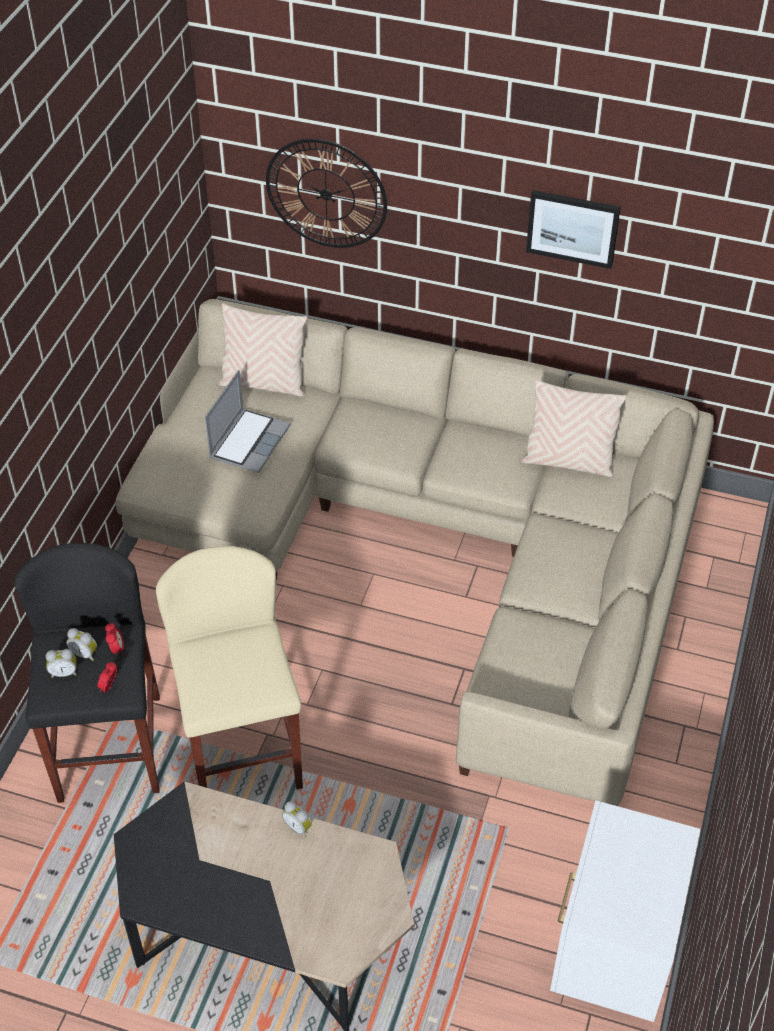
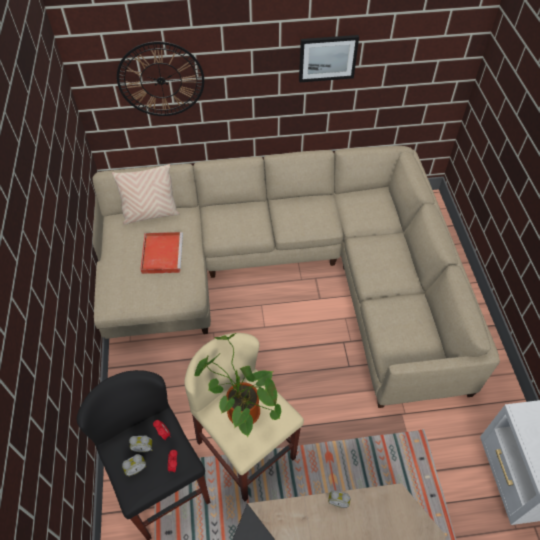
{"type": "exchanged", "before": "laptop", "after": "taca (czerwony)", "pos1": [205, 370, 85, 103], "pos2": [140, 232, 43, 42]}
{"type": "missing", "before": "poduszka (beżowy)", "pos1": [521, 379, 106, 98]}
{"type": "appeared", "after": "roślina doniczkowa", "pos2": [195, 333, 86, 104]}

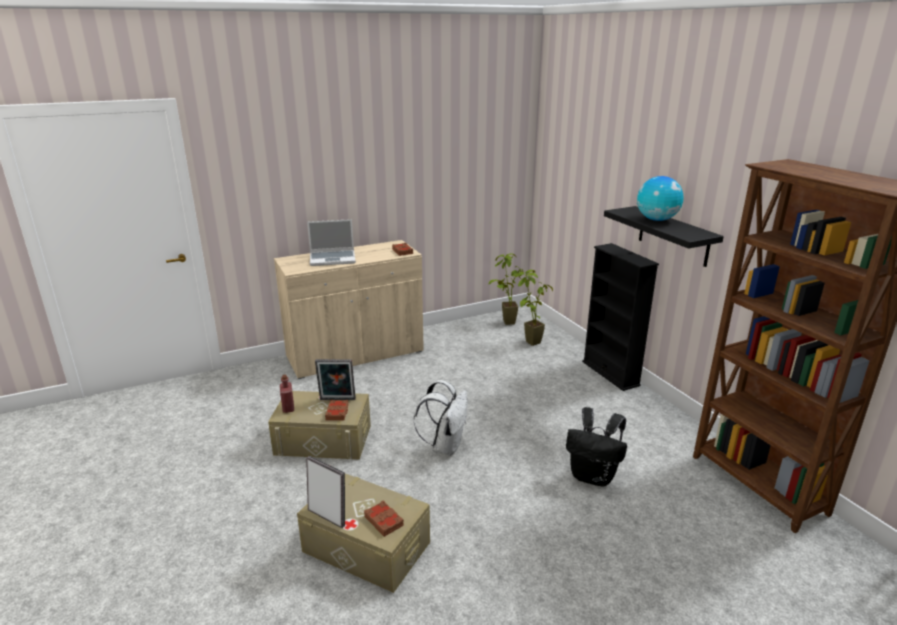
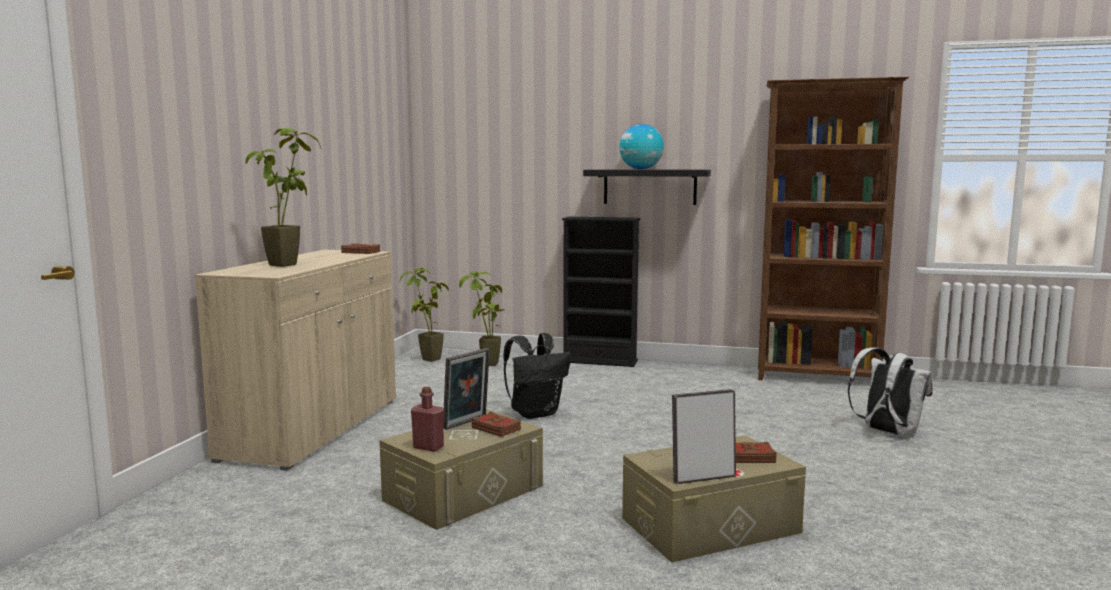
{"type": "exchanged", "before": "laptop", "after": "roślina doniczkowa", "pos1": [307, 219, 49, 47], "pos2": [246, 128, 76, 139]}
{"type": "relocated", "before": "plecak (biały)", "pos1": [414, 380, 54, 76], "pos2": [848, 348, 85, 87]}
{"type": "relocated", "before": "plecak (czarny)", "pos1": [566, 407, 61, 80], "pos2": [503, 333, 68, 86]}

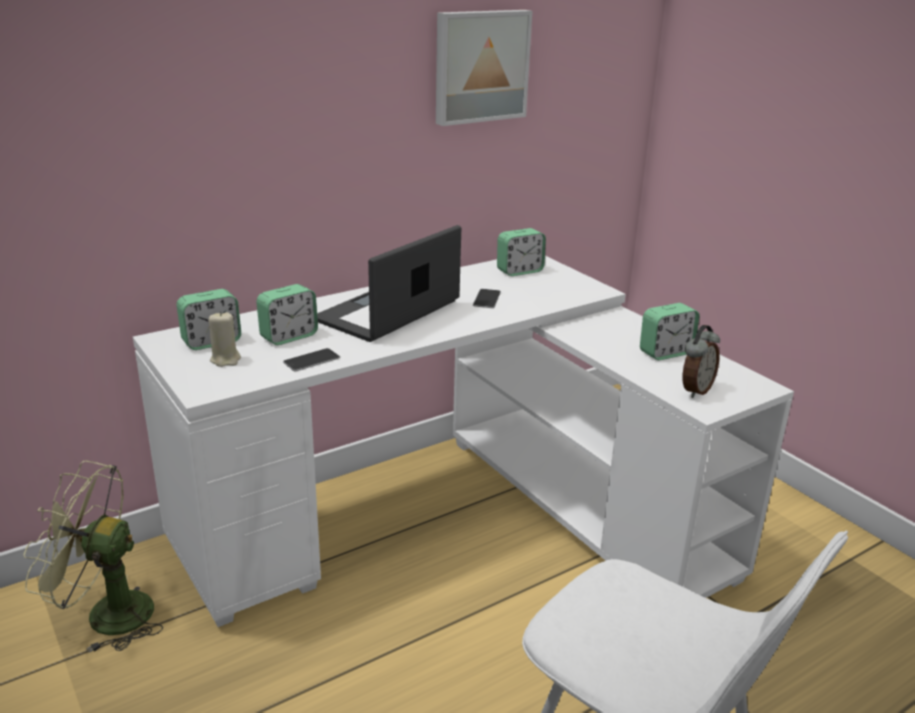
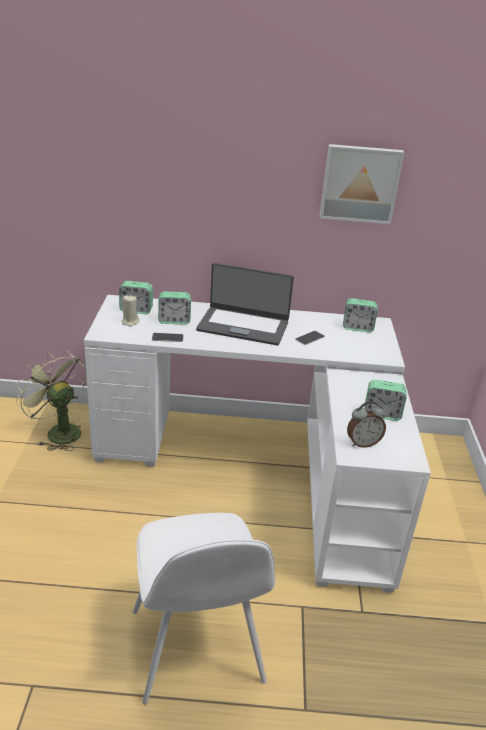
{"type": "spun", "before": "laptop", "pos1": [317, 225, 144, 117], "pos2": [196, 263, 98, 82], "turn": -150}

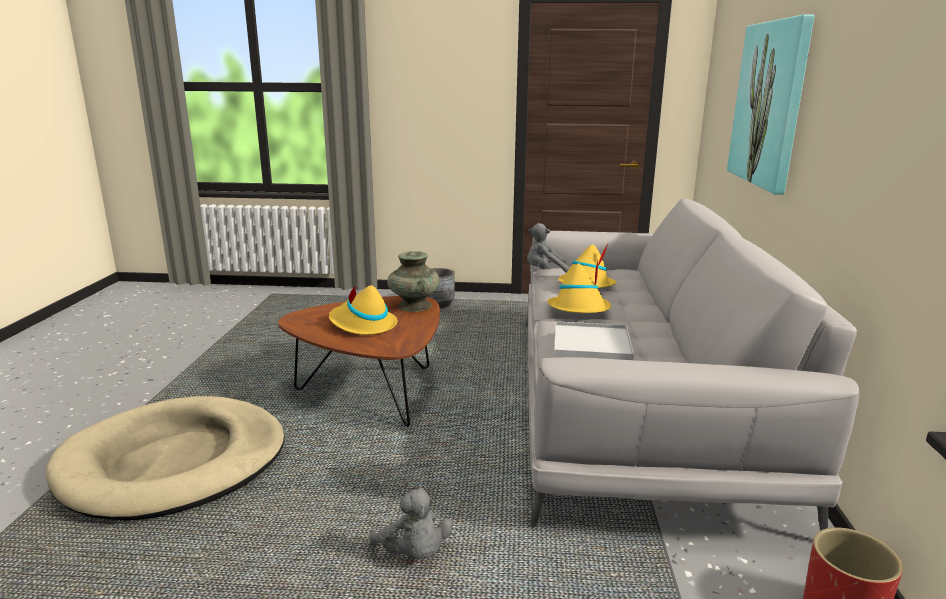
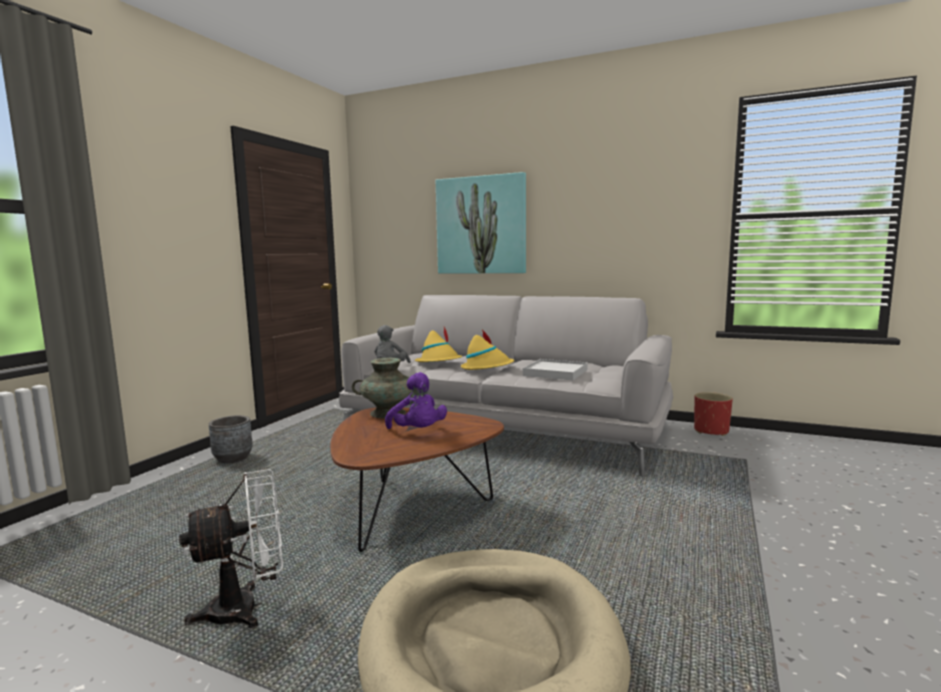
{"type": "exchanged", "before": "kapelusz (żółty)", "after": "pluszak (fioletowy)", "pos1": [329, 285, 68, 50], "pos2": [385, 372, 62, 57]}
{"type": "missing", "before": "pluszak (szary)", "pos1": [369, 488, 84, 72]}
{"type": "appeared", "after": "wentylator (biały)", "pos2": [179, 469, 104, 160]}

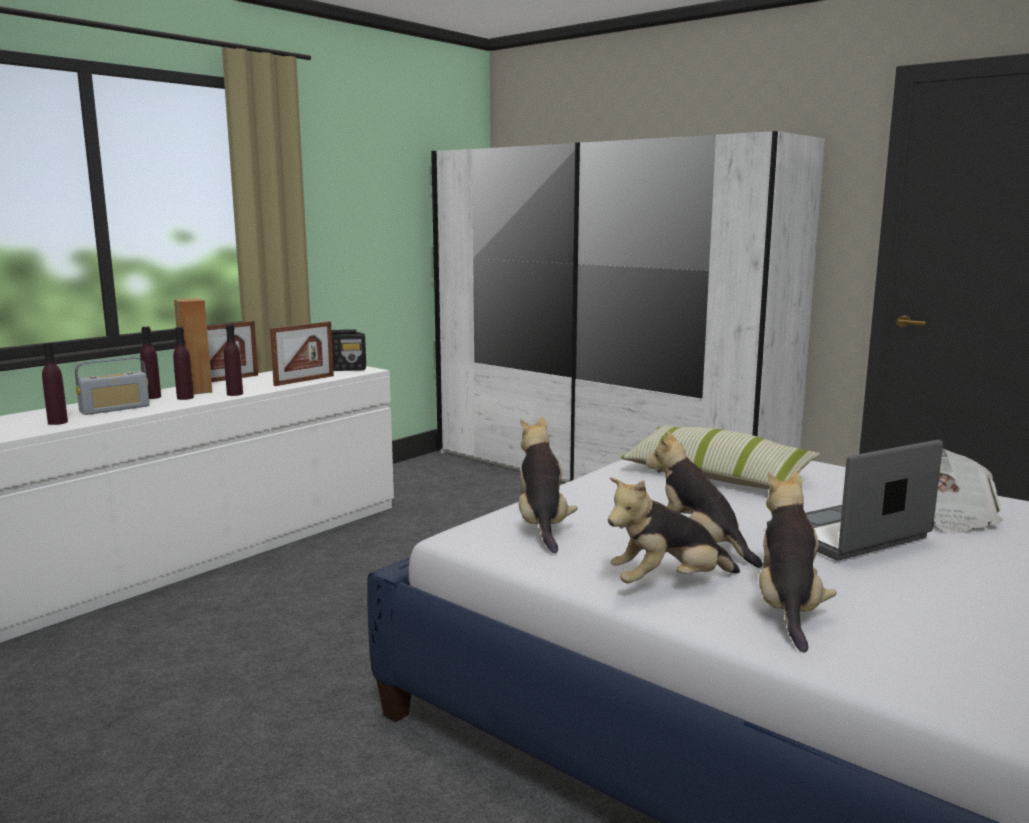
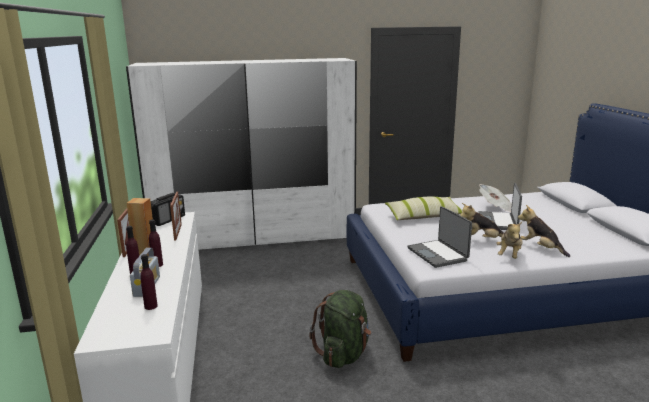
{"type": "missing", "before": "butelka (fioletowy)", "pos1": [224, 325, 19, 71]}
{"type": "exchanged", "before": "pluszak", "after": "laptop", "pos1": [518, 417, 60, 136], "pos2": [407, 206, 65, 62]}
{"type": "appeared", "after": "plecak (zielony)", "pos2": [309, 290, 62, 78]}

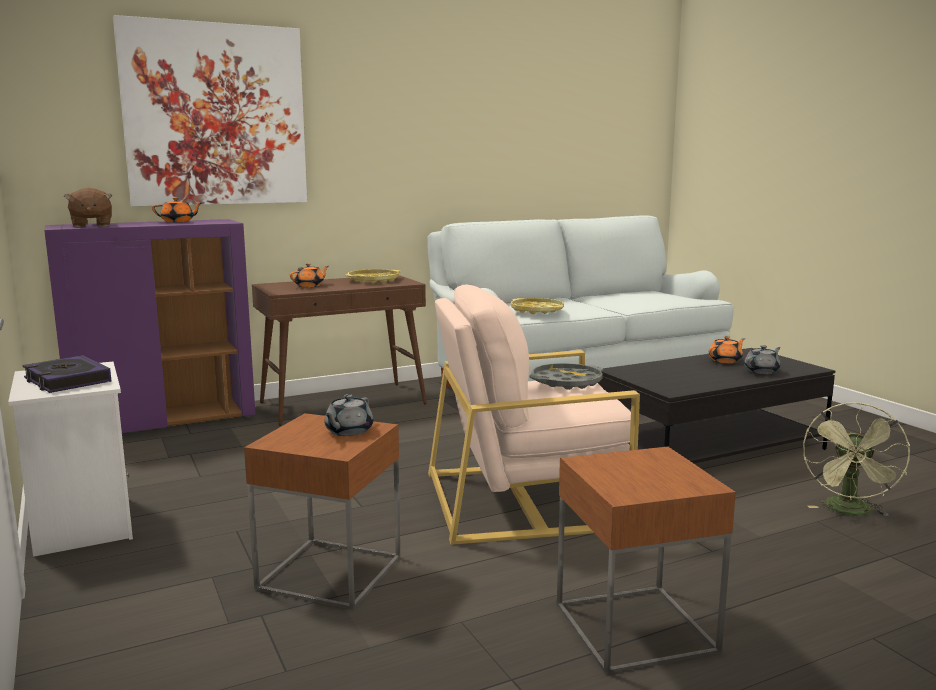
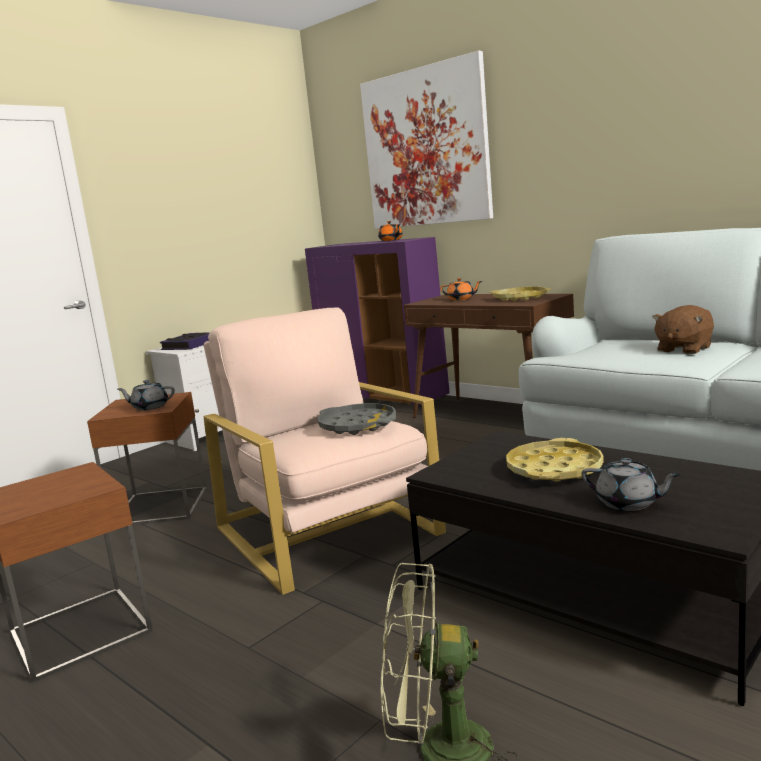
{"type": "relocated", "before": "pluszak (brązowy)", "pos1": [64, 188, 48, 39], "pos2": [652, 305, 62, 50]}
{"type": "relocated", "before": "taca (żółty)", "pos1": [511, 298, 53, 16], "pos2": [506, 438, 98, 44]}
{"type": "missing", "before": "imbryk (pomarańczowy)", "pos1": [709, 336, 36, 27]}

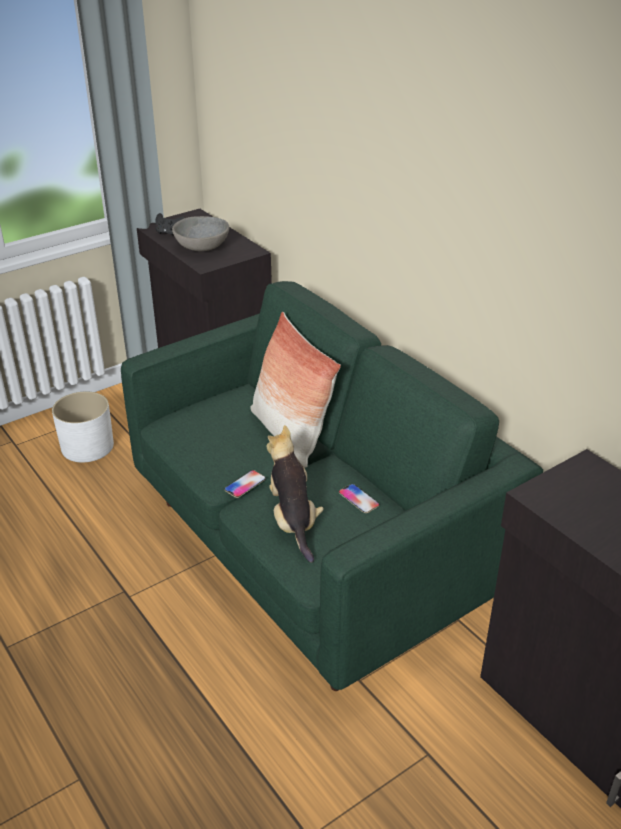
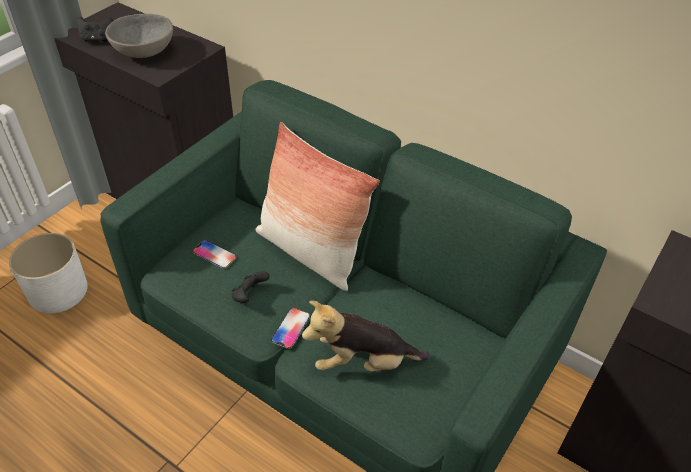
{"type": "spun", "before": "pluszak", "pos1": [266, 425, 58, 138], "pos2": [302, 301, 128, 71], "turn": -60}
{"type": "relocated", "before": "telefon", "pos1": [339, 484, 41, 29], "pos2": [193, 240, 43, 29]}
{"type": "appeared", "after": "pad do gier (czarny)", "pos2": [232, 271, 38, 32]}

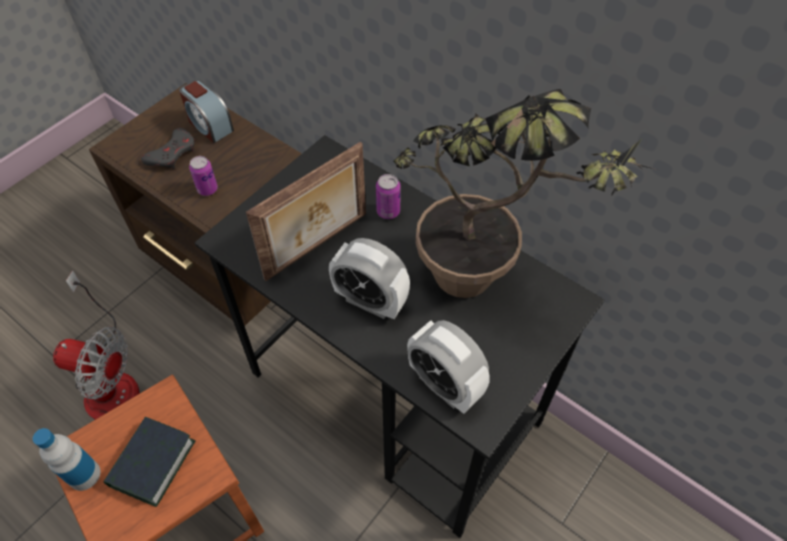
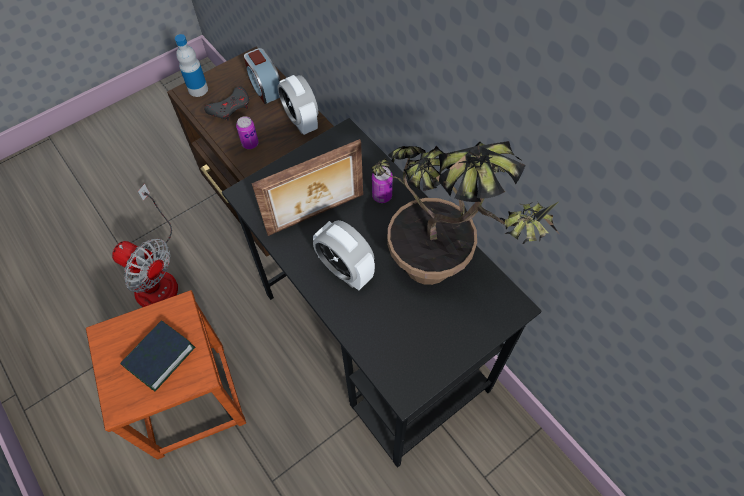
{"type": "relocated", "before": "butelka", "pos1": [33, 428, 68, 63], "pos2": [175, 34, 33, 63]}
{"type": "relocated", "before": "budzik", "pos1": [407, 320, 83, 94], "pos2": [278, 75, 40, 60]}

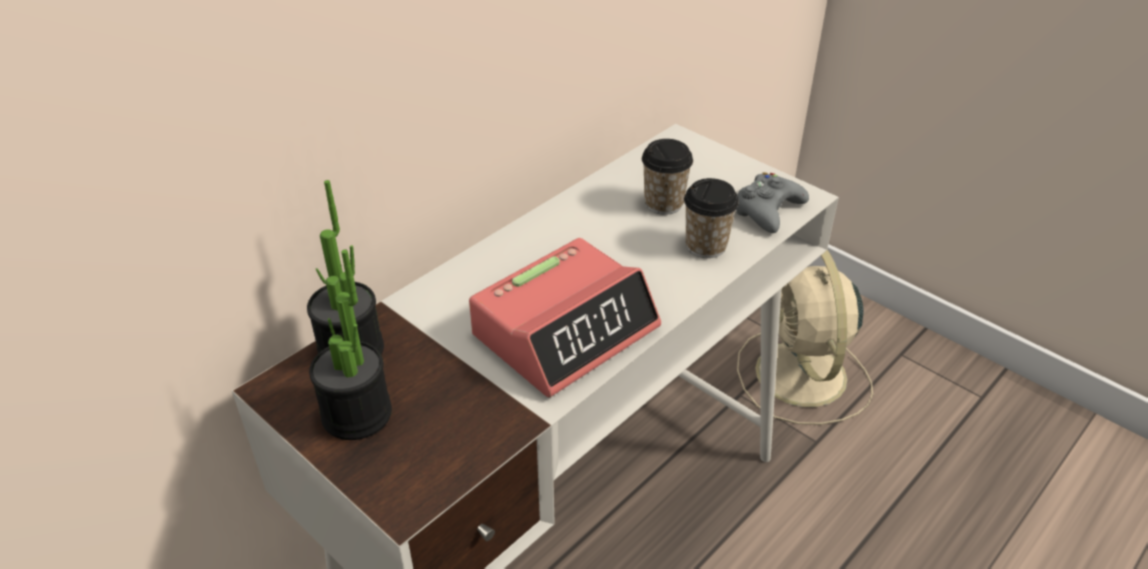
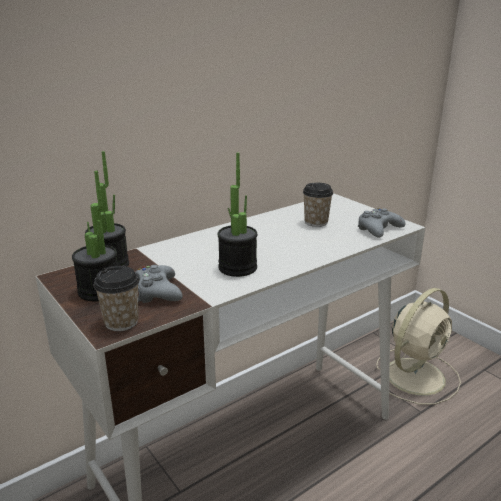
{"type": "exchanged", "before": "budzik", "after": "roślina doniczkowa", "pos1": [469, 238, 192, 159], "pos2": [218, 153, 39, 124]}
{"type": "relocated", "before": "filiżanka", "pos1": [684, 178, 55, 80], "pos2": [94, 266, 45, 65]}
{"type": "spun", "before": "wentylator (beżowy)", "pos1": [737, 250, 136, 175], "pos2": [376, 288, 85, 117], "turn": -135}
{"type": "appeared", "after": "pad do gier (szary)", "pos2": [135, 265, 48, 38]}

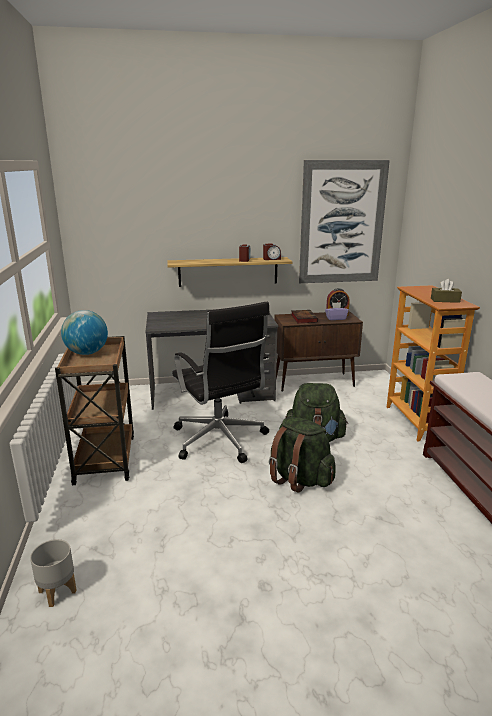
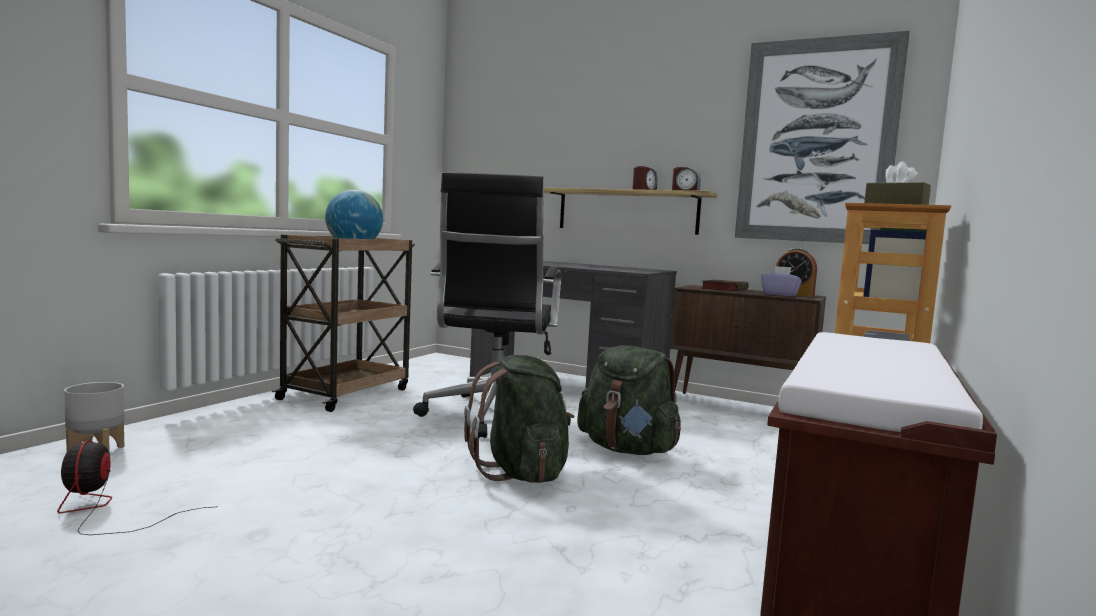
{"type": "appeared", "after": "wentylator", "pos2": [57, 440, 161, 95]}

